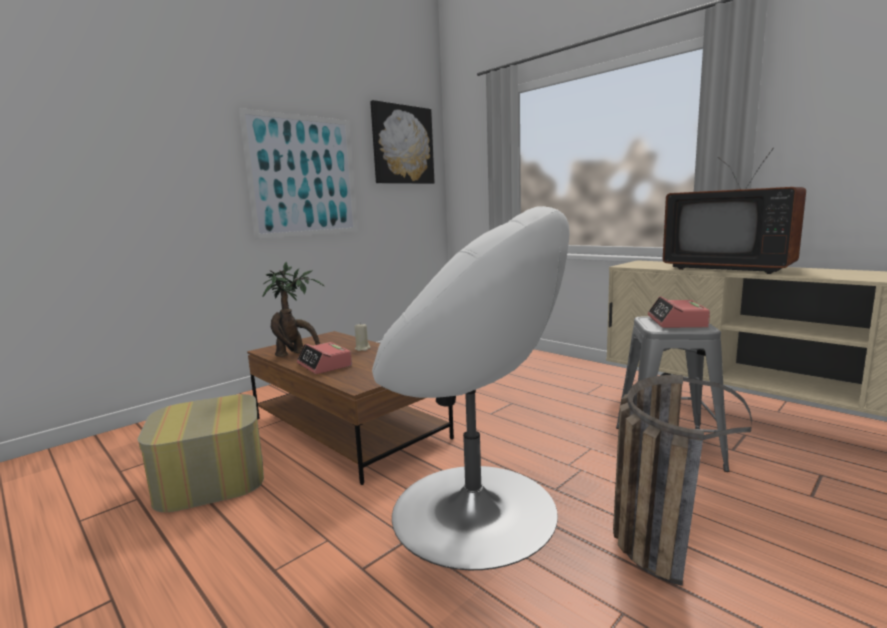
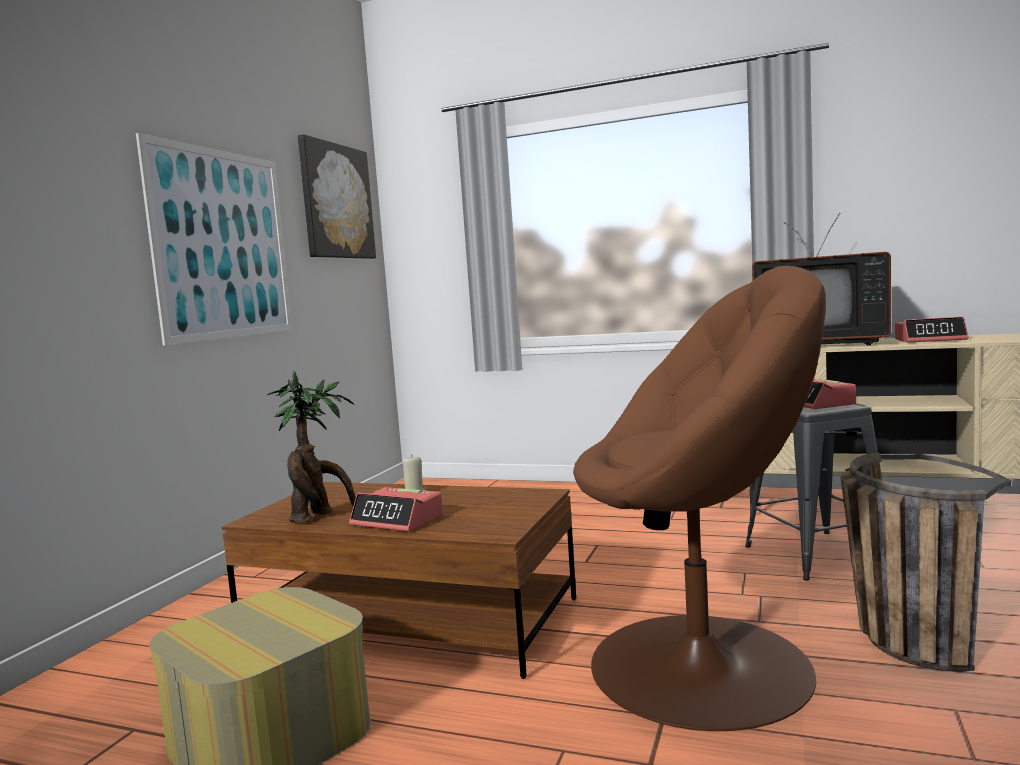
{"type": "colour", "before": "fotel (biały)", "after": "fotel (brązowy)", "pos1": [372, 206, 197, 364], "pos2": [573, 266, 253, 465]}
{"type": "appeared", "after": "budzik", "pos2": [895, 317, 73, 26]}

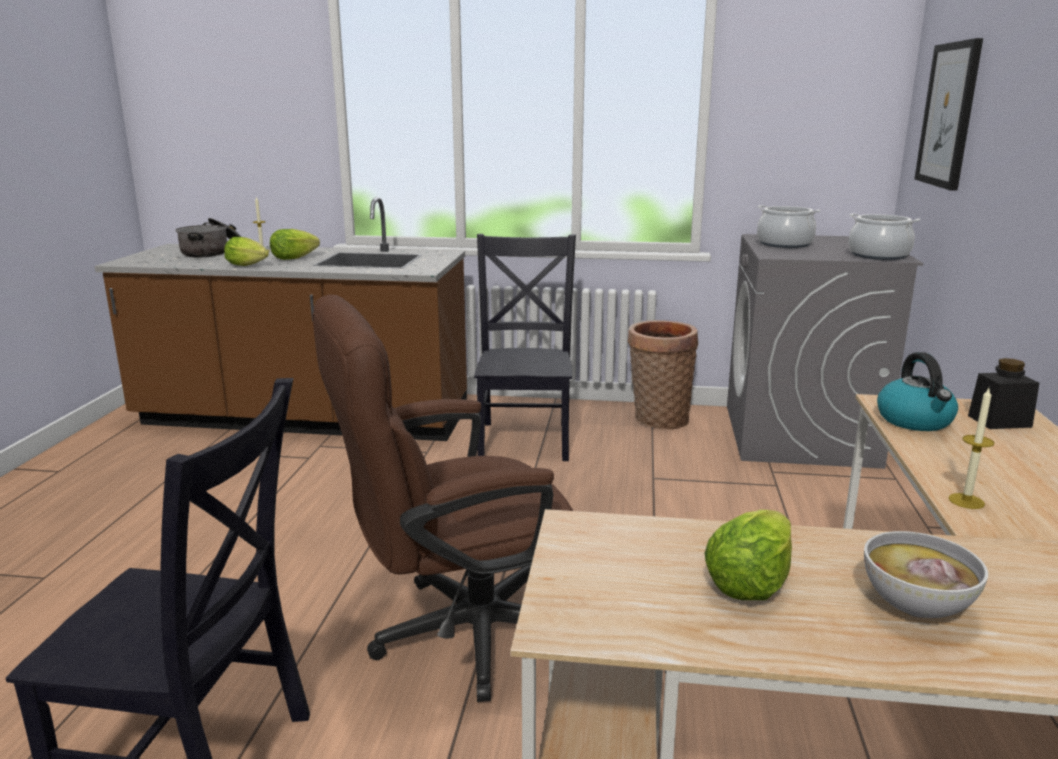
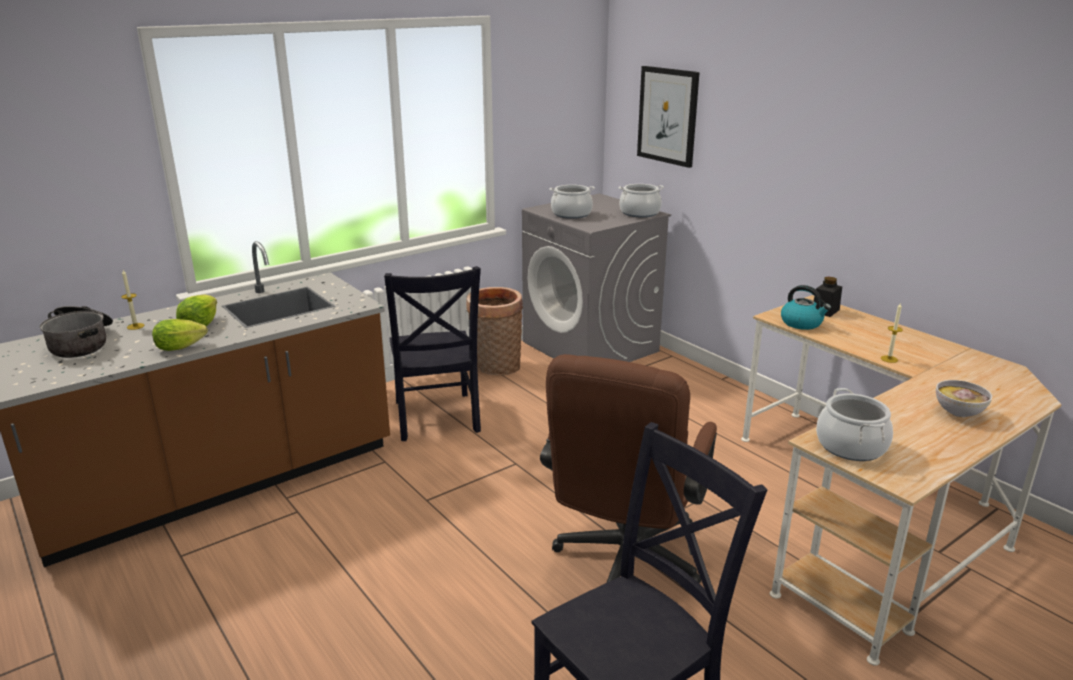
{"type": "spun", "before": "krzesło (czarny)", "pos1": [474, 234, 102, 227], "pos2": [384, 266, 97, 175], "turn": -150}
{"type": "missing", "before": "sałata", "pos1": [705, 509, 87, 91]}
{"type": "appeared", "after": "garnek", "pos2": [816, 388, 77, 73]}

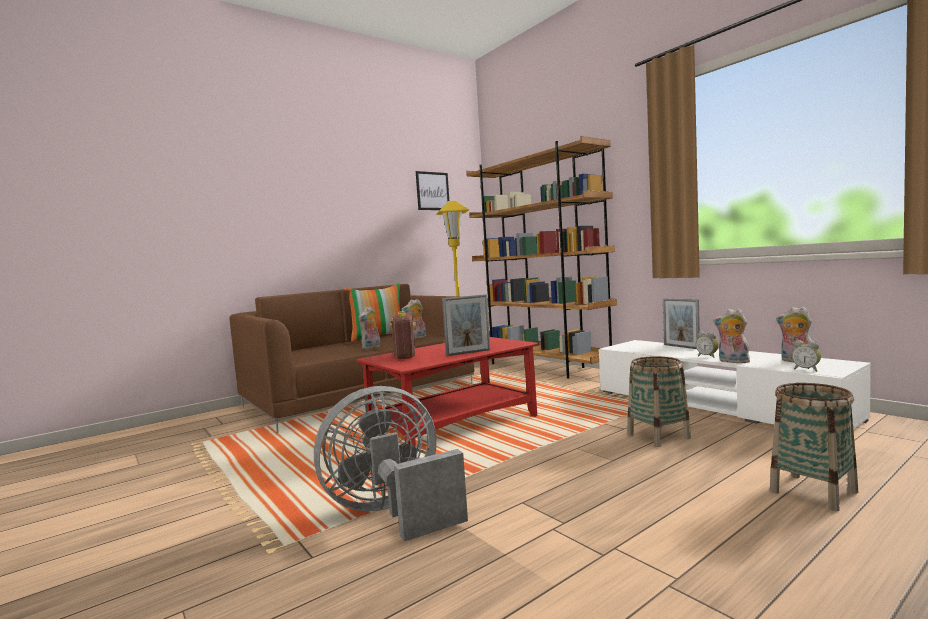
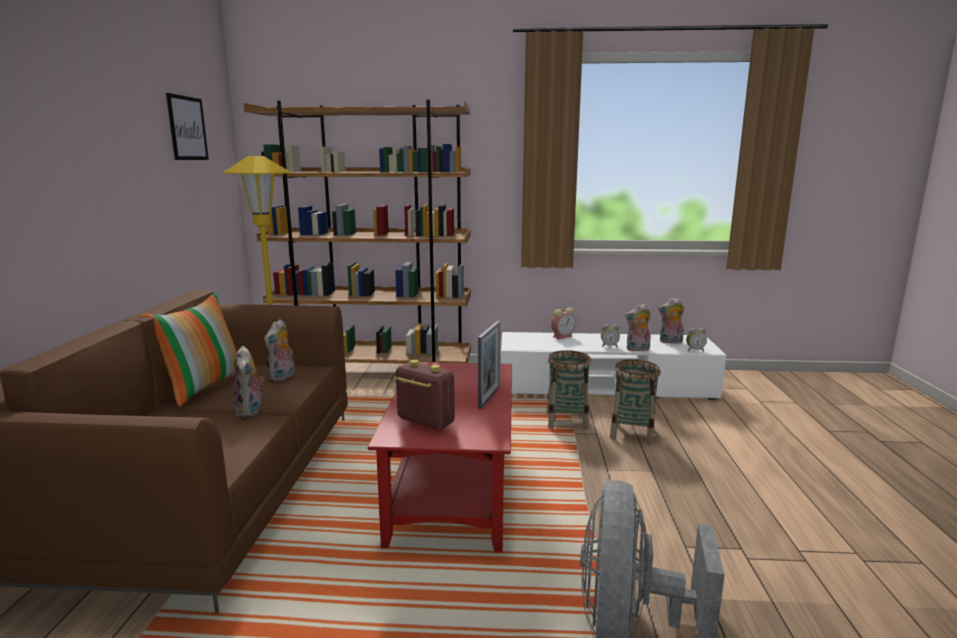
{"type": "exchanged", "before": "ramka na zdjęcie", "after": "budzik", "pos1": [663, 298, 37, 51], "pos2": [551, 308, 25, 31]}
{"type": "relocated", "before": "koszyk", "pos1": [770, 383, 88, 129], "pos2": [547, 350, 44, 80]}

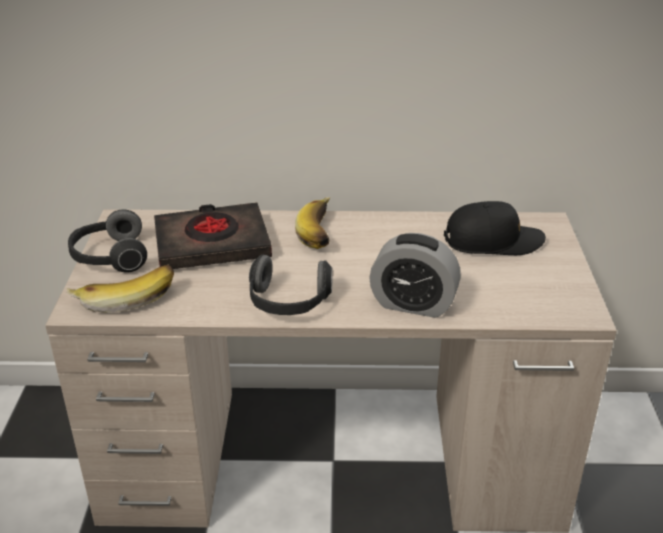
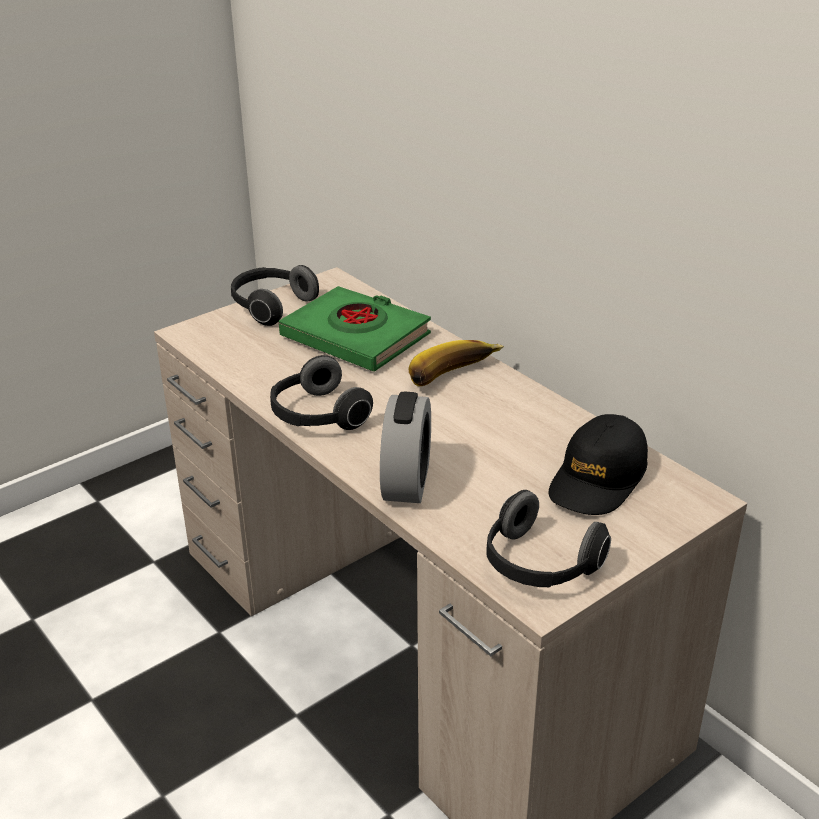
{"type": "missing", "before": "banan", "pos1": [67, 265, 107, 48]}
{"type": "colour", "before": "książka (czarny)", "after": "książka (zielony)", "pos1": [154, 202, 118, 67], "pos2": [279, 286, 152, 86]}
{"type": "spun", "before": "budzik", "pos1": [369, 233, 92, 85], "pos2": [380, 392, 51, 111], "turn": -150}
{"type": "spun", "before": "czapka z daszkiem (czarny)", "pos1": [444, 201, 102, 54], "pos2": [549, 414, 99, 101], "turn": 75}
{"type": "appeared", "after": "słuchawki", "pos2": [486, 490, 125, 97]}

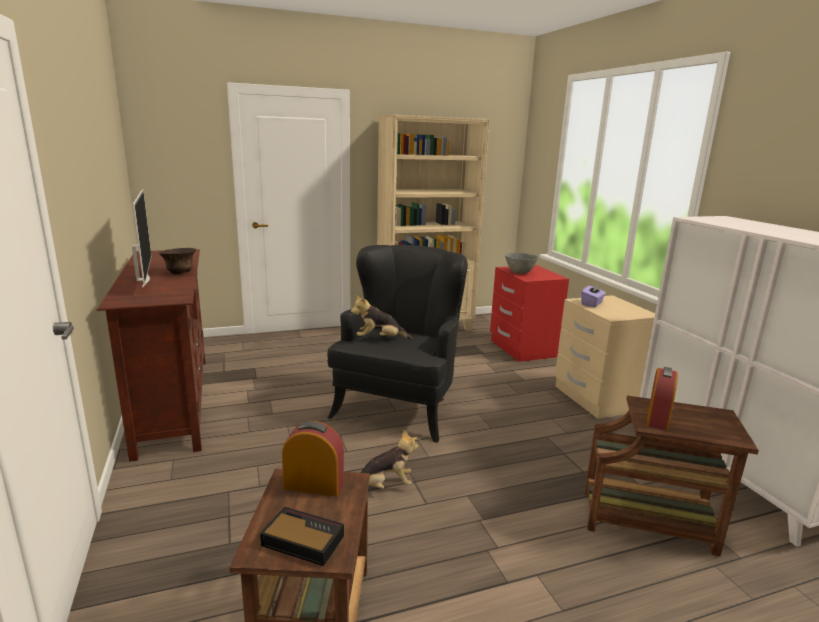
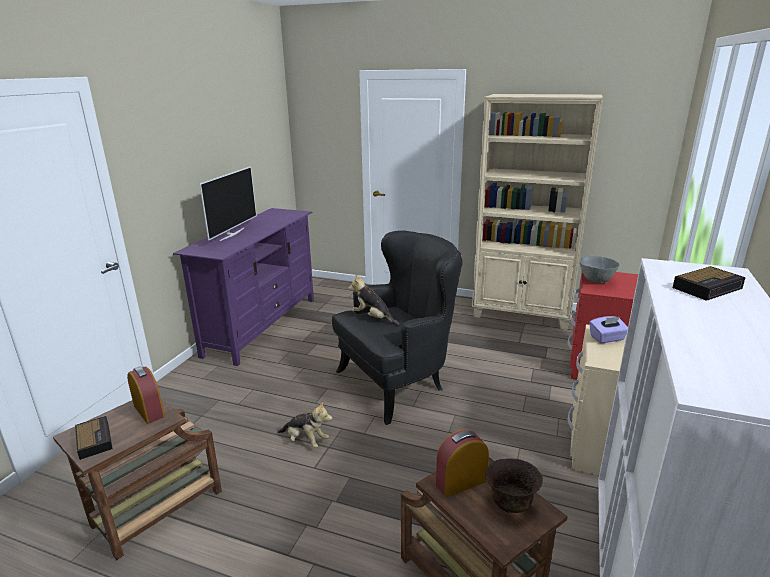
{"type": "colour", "before": "szafka pod telewizor (brązowy)", "after": "szafka pod telewizor (fioletowy)", "pos1": [97, 249, 109, 213], "pos2": [173, 208, 141, 158]}
{"type": "relocated", "before": "miska (brązowy)", "pos1": [159, 248, 37, 26], "pos2": [485, 458, 58, 55]}
{"type": "appeared", "after": "budzik", "pos2": [673, 266, 73, 35]}

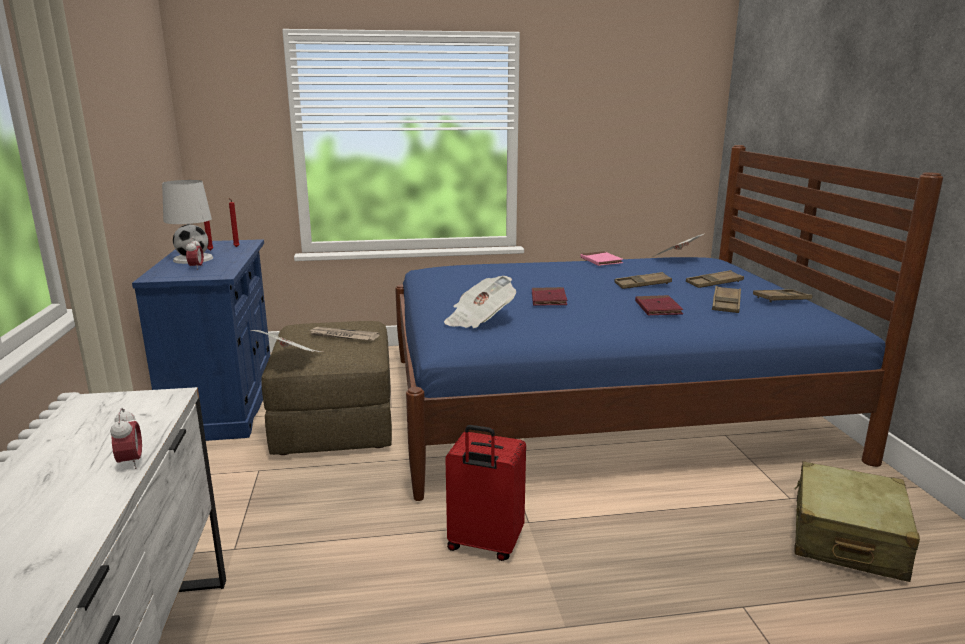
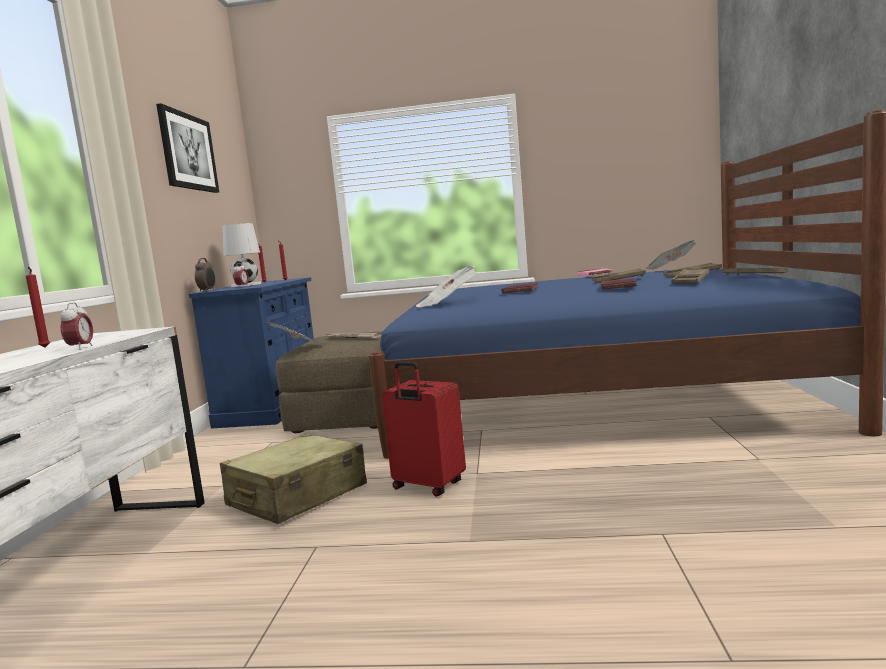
{"type": "relocated", "before": "walizka (beżowy)", "pos1": [794, 461, 126, 121], "pos2": [220, 434, 147, 90]}
{"type": "appeared", "after": "świeca (czerwony)", "pos2": [26, 267, 24, 81]}
{"type": "appeared", "after": "obraz", "pos2": [156, 103, 63, 90]}
{"type": "appeared", "after": "budzik", "pos2": [195, 258, 20, 33]}

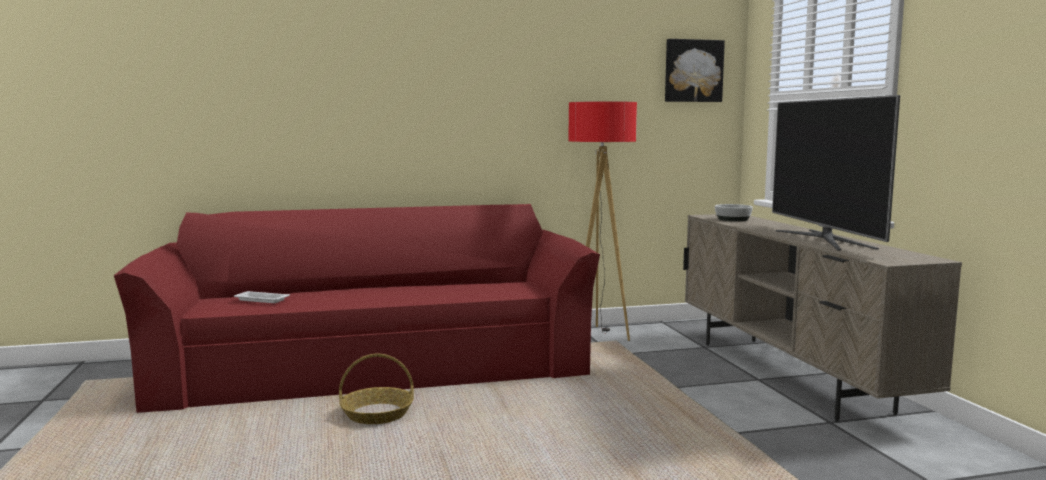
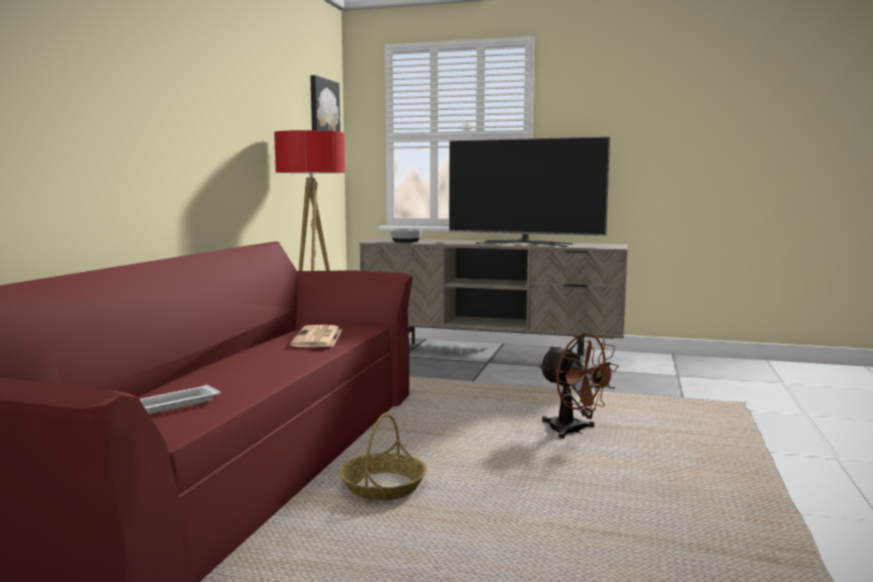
{"type": "appeared", "after": "gazeta", "pos2": [290, 325, 52, 22]}
{"type": "appeared", "after": "wentylator (brązowy)", "pos2": [539, 333, 80, 106]}

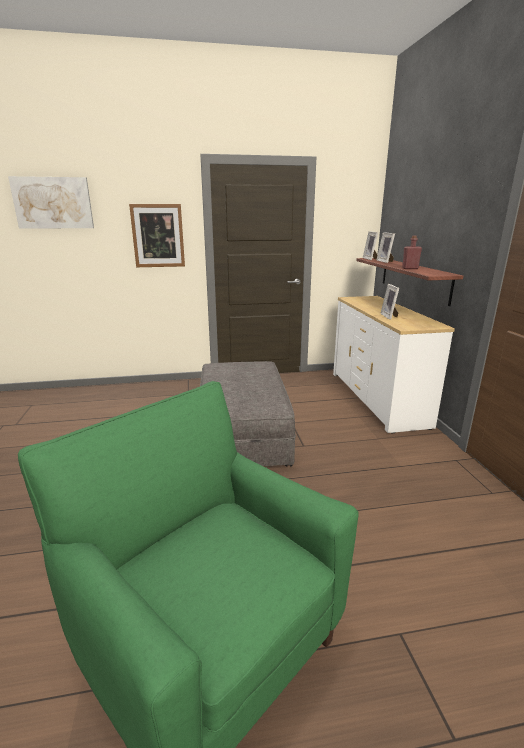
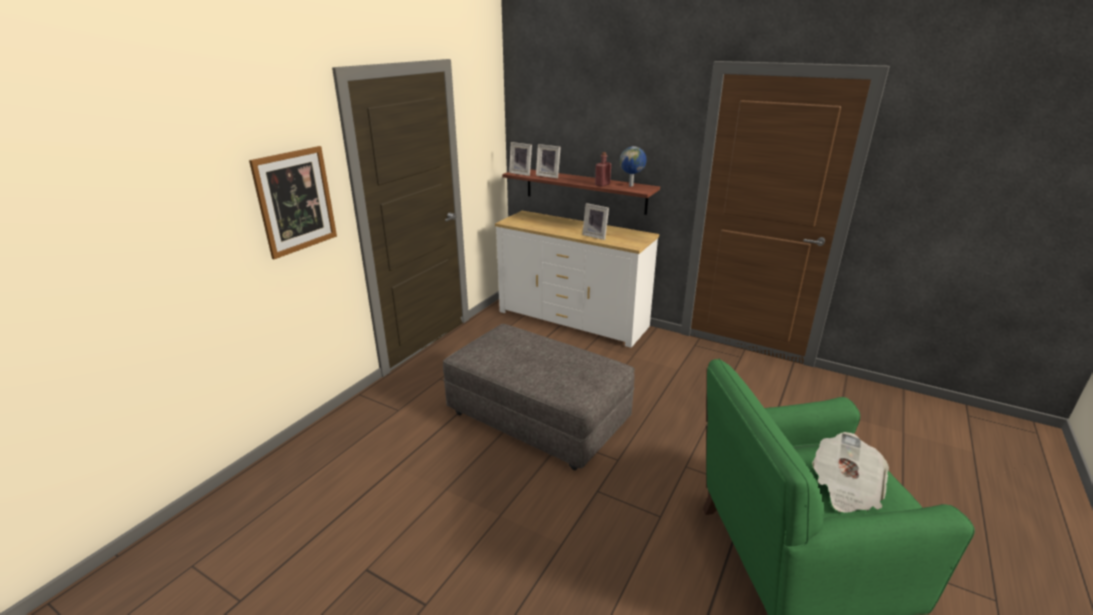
{"type": "missing", "before": "obraz", "pos1": [8, 176, 86, 53]}
{"type": "appeared", "after": "globus", "pos2": [620, 146, 27, 41]}
{"type": "appeared", "after": "gazeta", "pos2": [812, 432, 77, 81]}

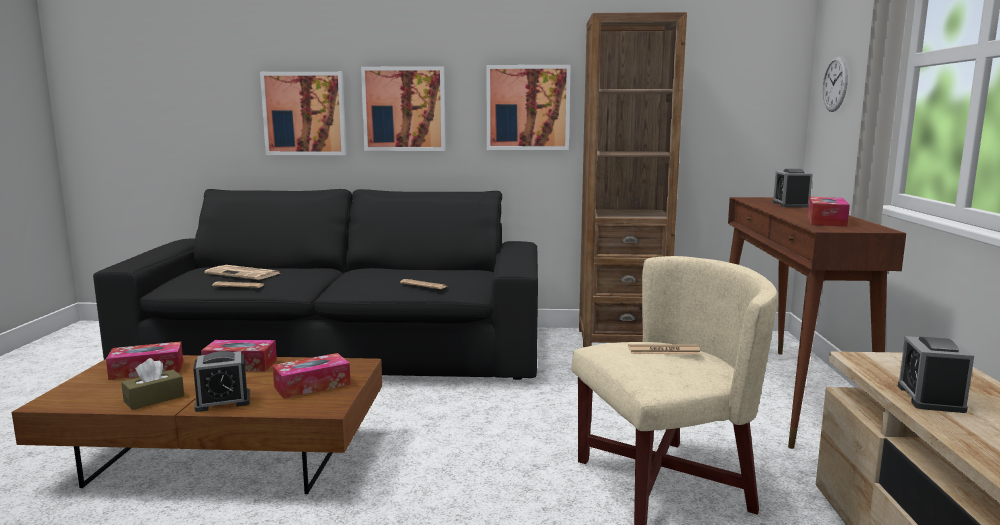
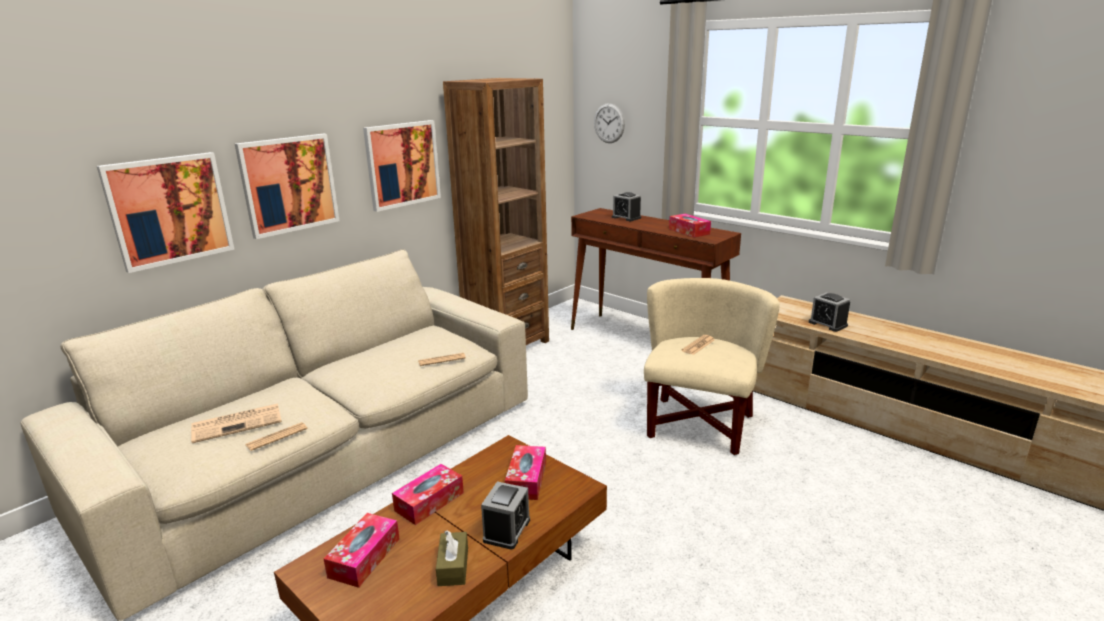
{"type": "colour", "before": "kanapa (czarny)", "after": "kanapa (beżowy)", "pos1": [93, 189, 445, 191], "pos2": [20, 249, 508, 372]}

